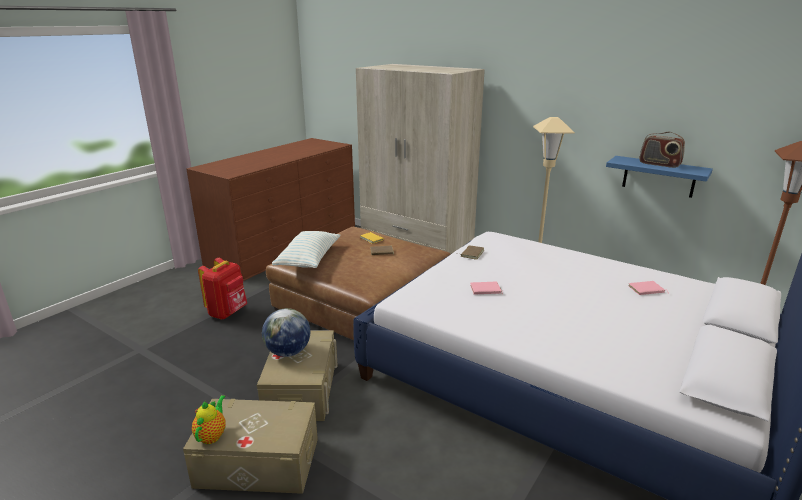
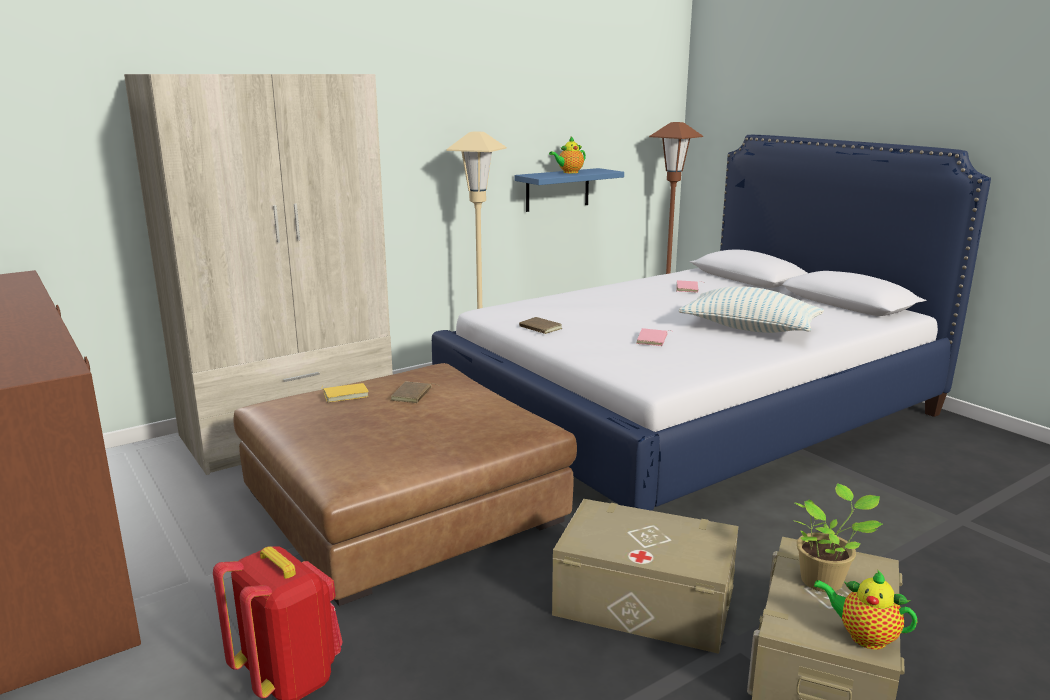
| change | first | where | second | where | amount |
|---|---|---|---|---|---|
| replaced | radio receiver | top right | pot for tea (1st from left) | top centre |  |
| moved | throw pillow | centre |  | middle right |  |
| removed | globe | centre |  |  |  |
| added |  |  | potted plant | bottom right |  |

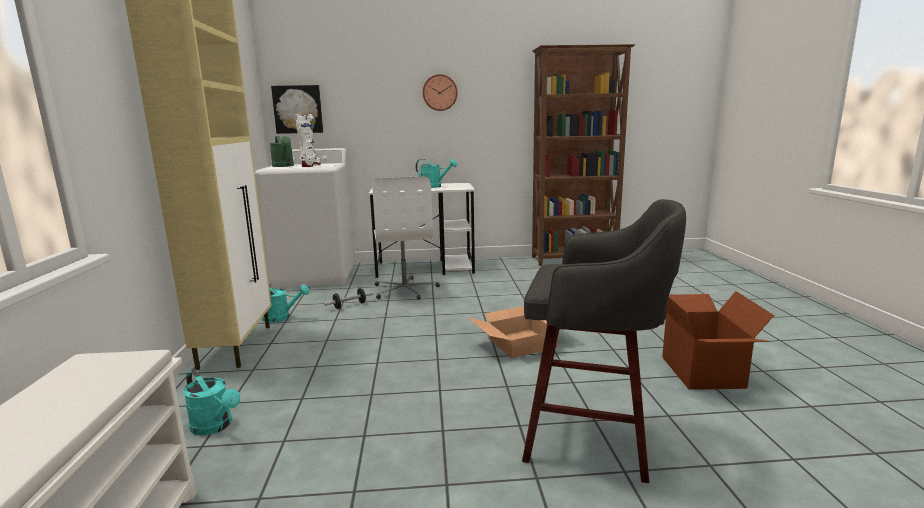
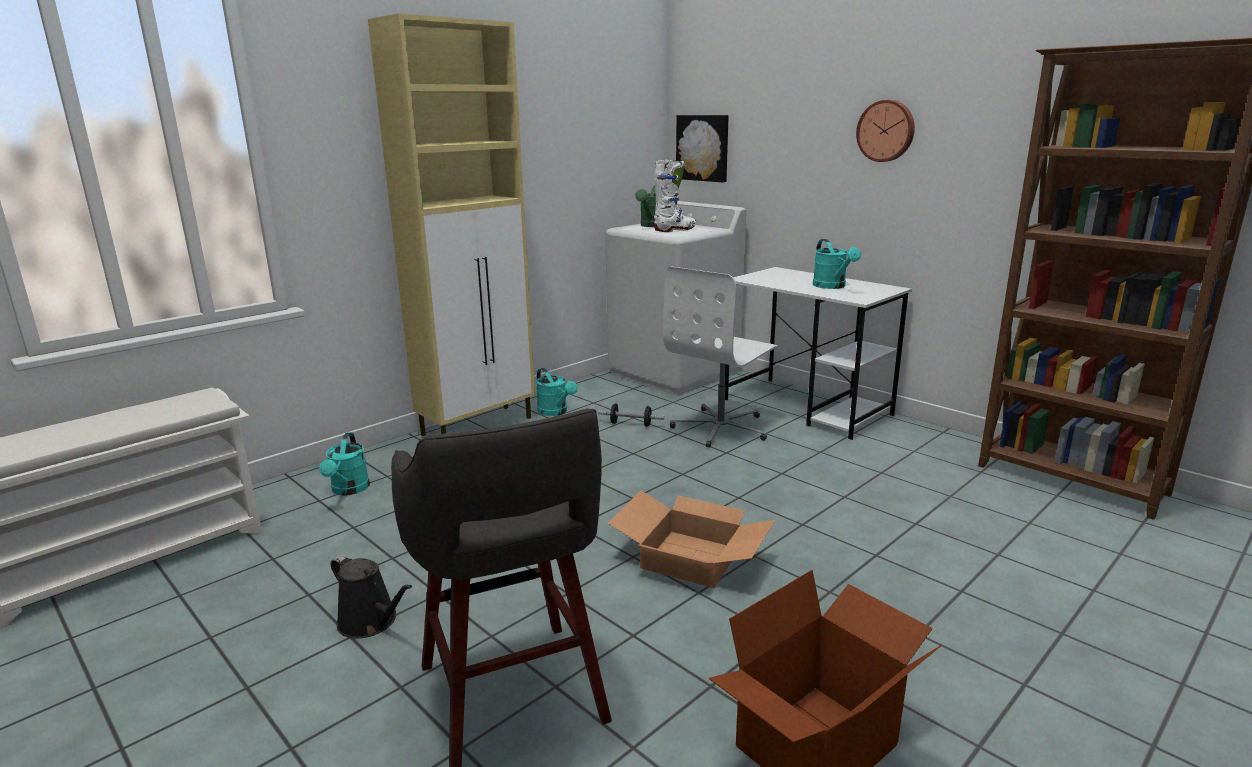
| change | first | where | second | where | amount |
|---|---|---|---|---|---|
| added |  |  | black-coloured watering pot | bottom left |  |

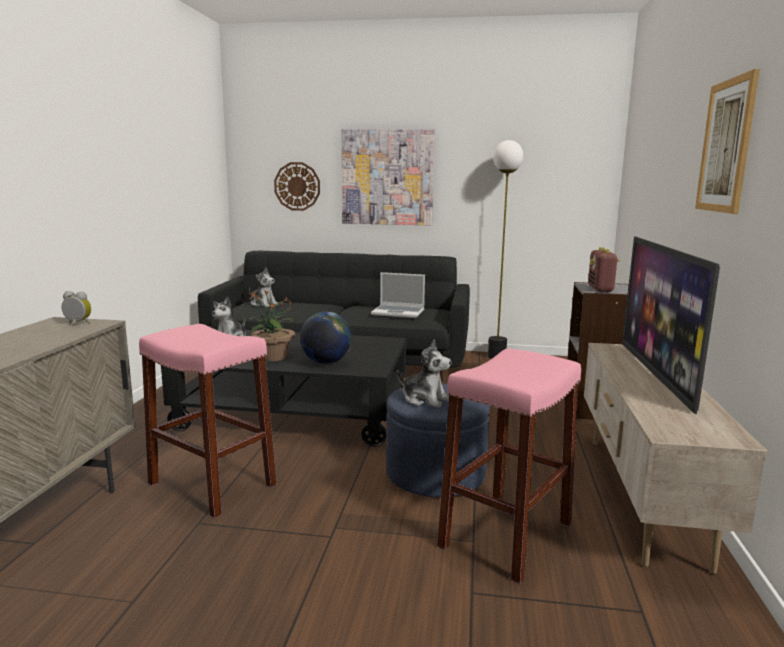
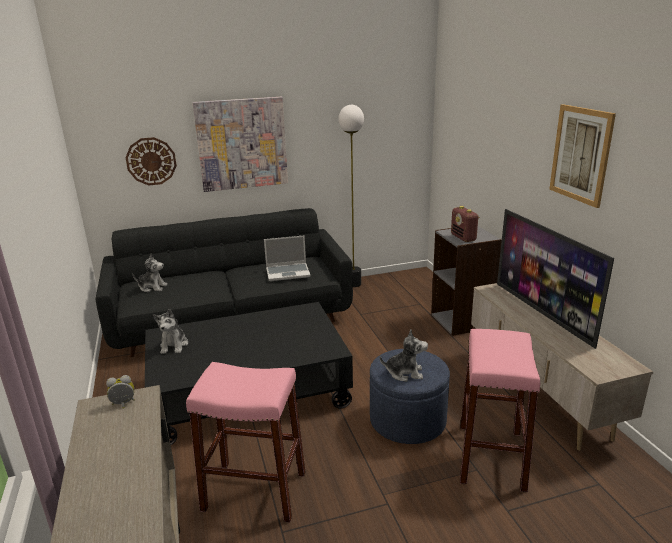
| change | first | where | second | where | amount |
|---|---|---|---|---|---|
| removed | potted plant | centre |  |  |  |
| removed | globe | centre |  |  |  |

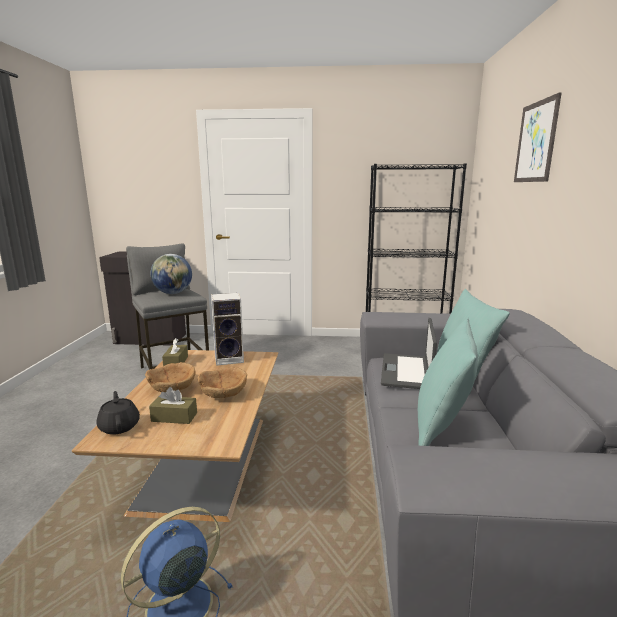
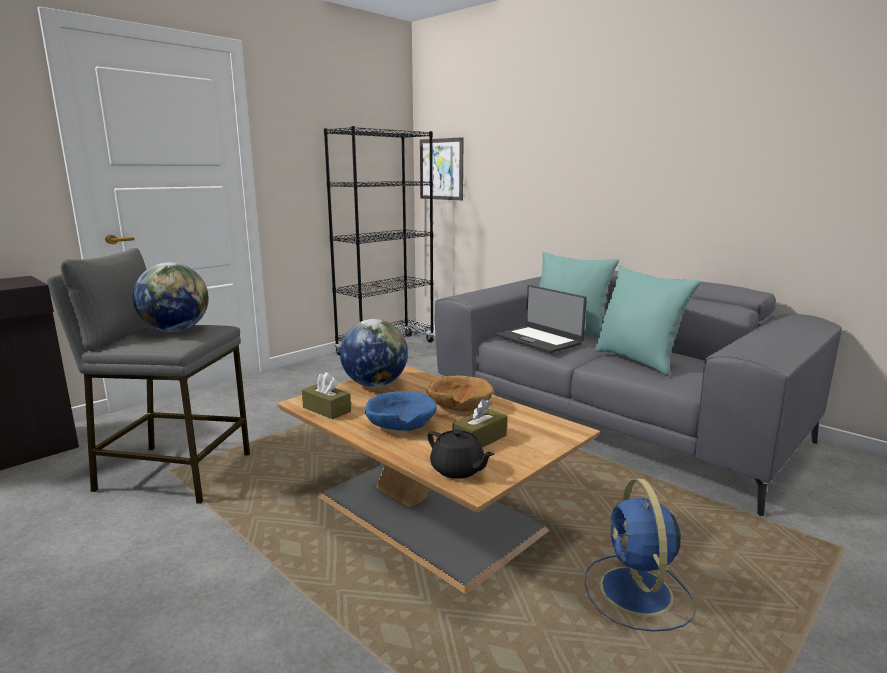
| change | first | where | second | where | amount |
|---|---|---|---|---|---|
| moved | wall picture | top right |  | top centre |  |
| replaced | loudspeaker | centre | globe (2nd from left) | centre |  |
| recoloured | brown-coloured serving bowl (1st from left) | middle left | bluish serving bowl | centre |  |
| turned | black-coloured pot for tea | bottom left |  | bottom centre | 150 degrees counterclockwise |

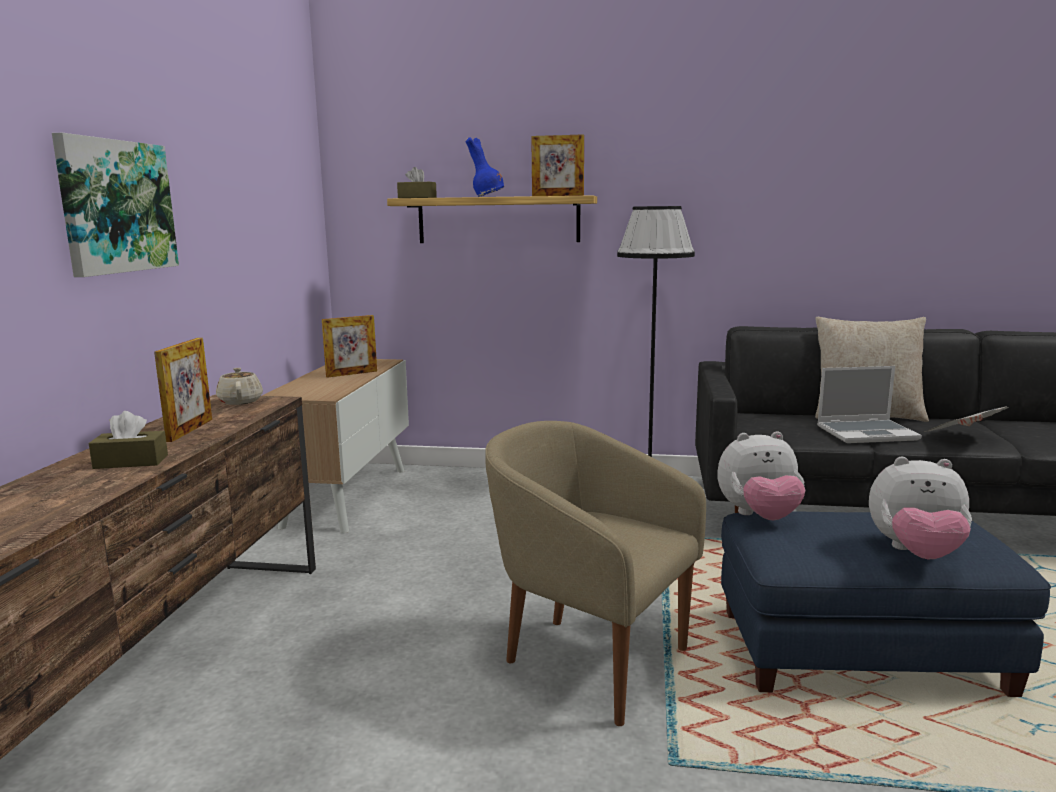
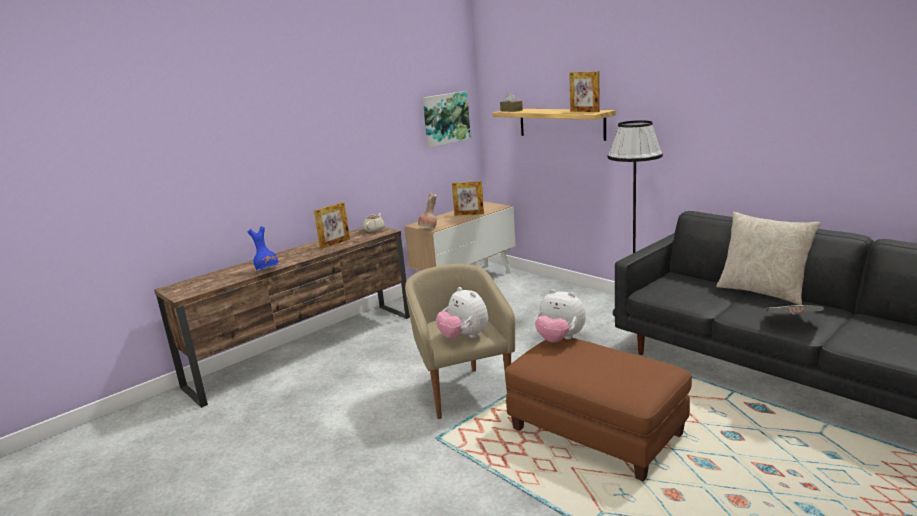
| change | first | where | second | where | amount |
|---|---|---|---|---|---|
| moved | wall picture | top left |  | top centre |  |
| moved | bluish flower vase | top centre |  | middle left |  |
| removed | laptop | middle right |  |  |  |
| removed | brown-coloured box of tissues (1st from left) | middle left |  |  |  |
| moved | cuddly toy (2nd from left in the first image) | middle right | cuddly toy (1st from left) | centre |  |
| recoloured | bluish ottoman | bottom right | brown-coloured ottoman | bottom centre |  |
| added |  |  | brown-coloured flower vase | centre |  |

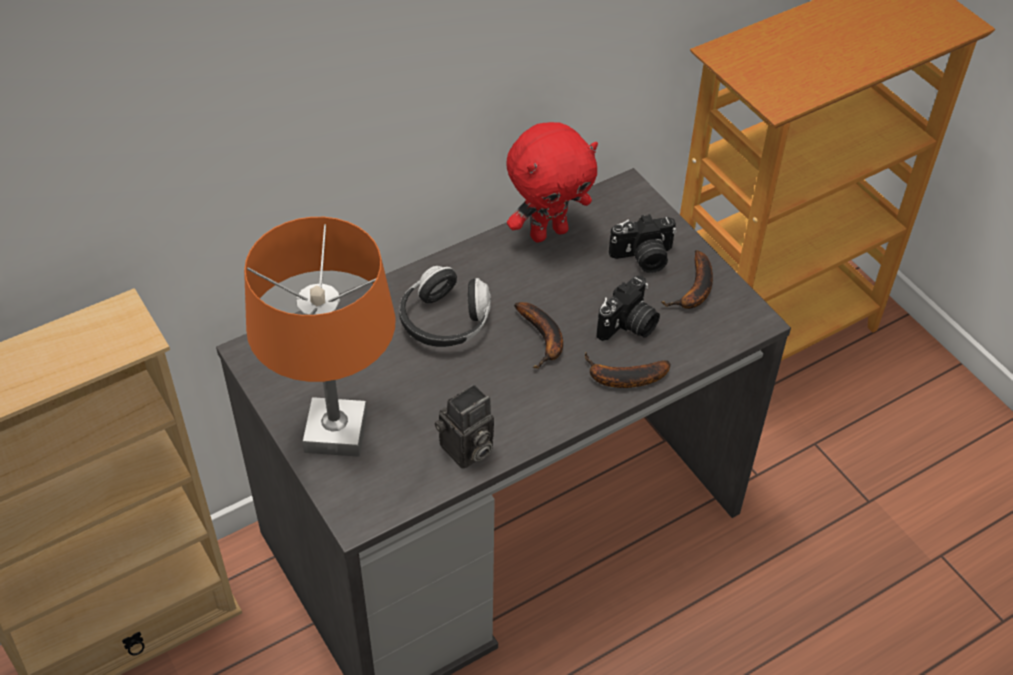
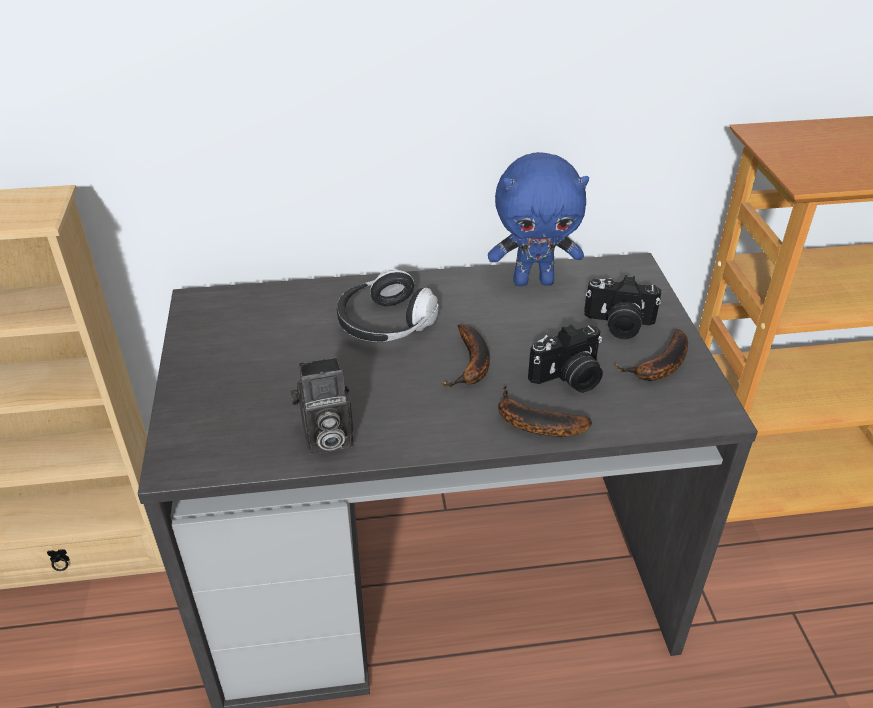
| change | first | where | second | where | amount |
|---|---|---|---|---|---|
| recoloured | red-coloured cuddly toy | top centre | bluish cuddly toy | top centre |  |
| removed | orange lamp for a table | middle left |  |  |  |

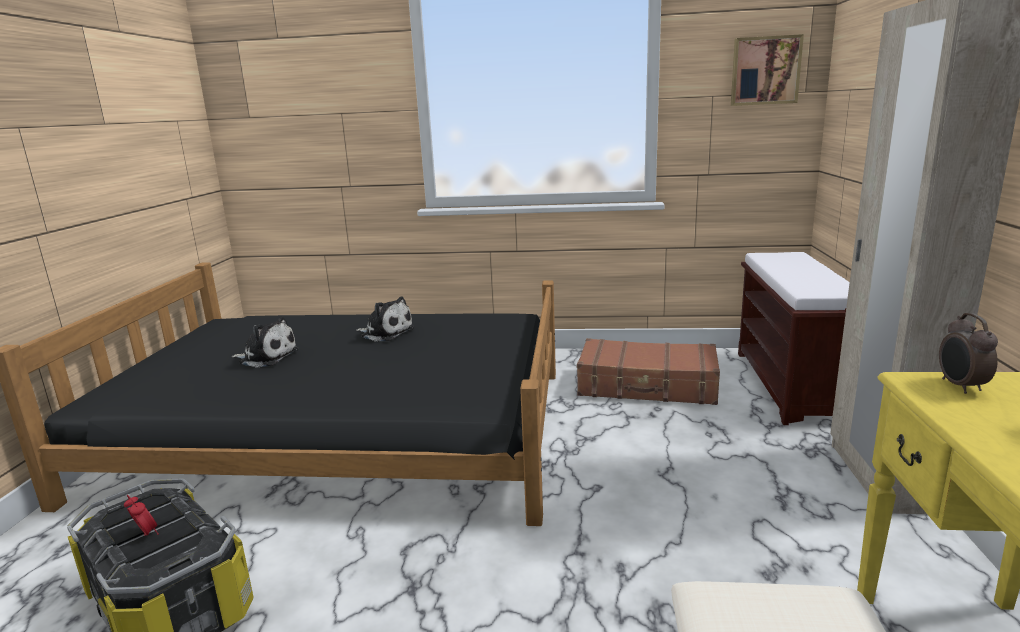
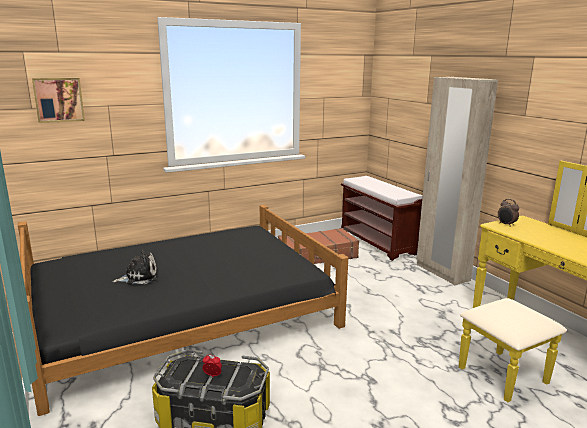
| change | first | where | second | where | amount |
|---|---|---|---|---|---|
| moved | wall picture | top right |  | top left |  |
| removed | cuddly toy (2nd from left) | centre |  |  |  |

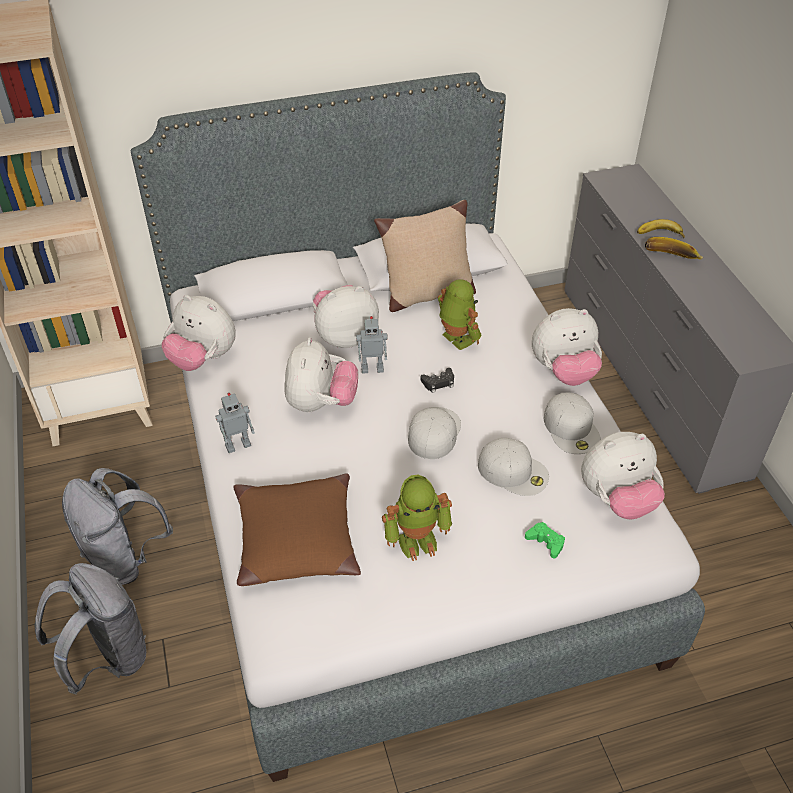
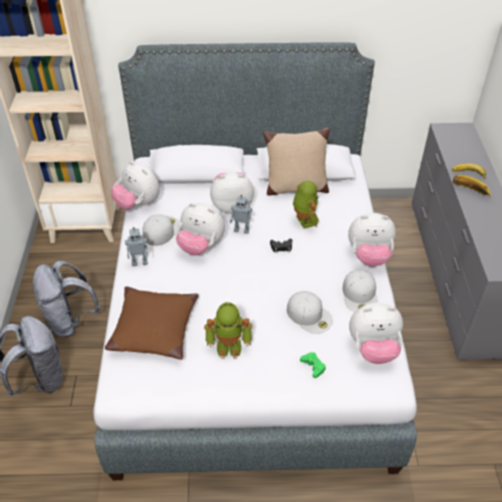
| change | first | where | second | where | amount |
|---|---|---|---|---|---|
| turned | cuddly toy (2nd from left) | centre |  | centre | 90 degrees clockwise |
| moved | white-coloured cap (1st from left) | centre |  | middle left |  |

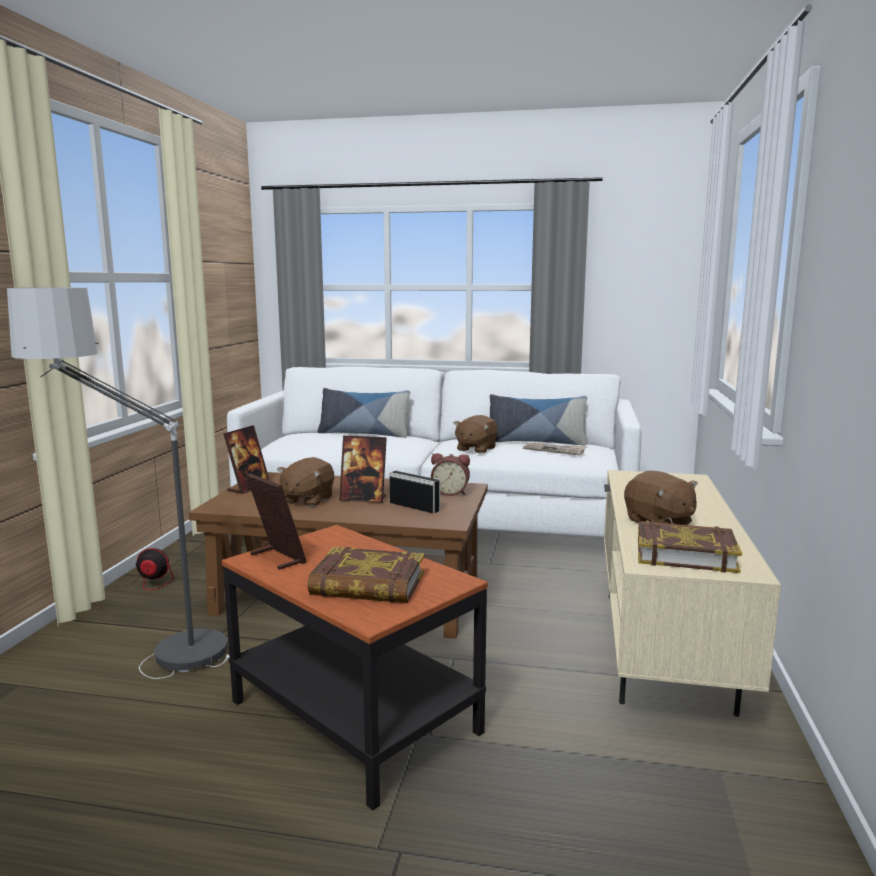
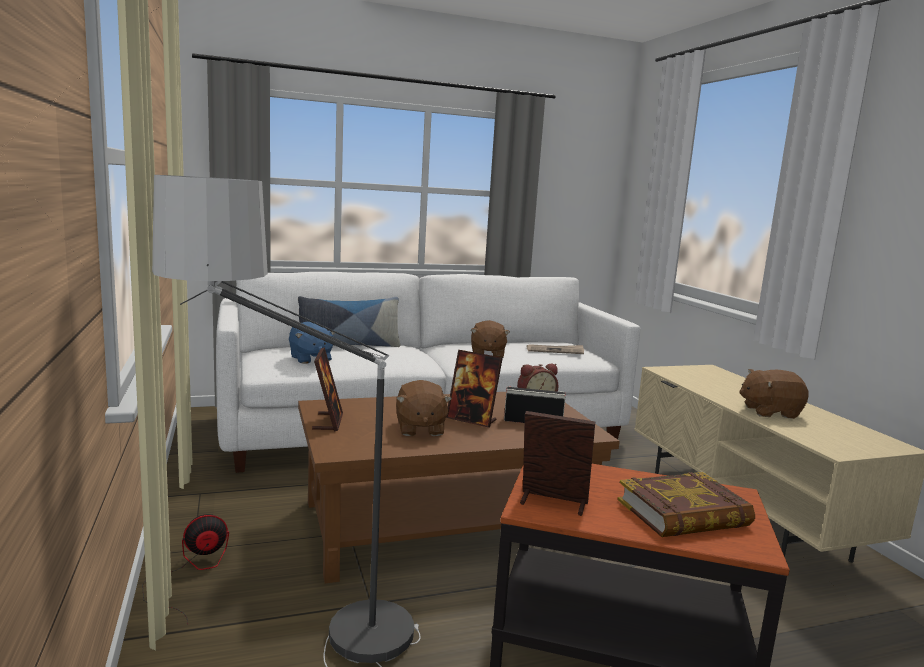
| change | first | where | second | where | amount |
|---|---|---|---|---|---|
| removed | throw pillow (2nd from left) | centre |  |  |  |
| turned | picture frame (3rd from left in the first image) | centre | picture frame (2nd from left) | centre | 45 degrees clockwise |
| turned | brown-coloured cuddly toy (3rd from left) | middle right |  | middle right | 150 degrees clockwise |
| removed | book (2nd from left) | middle right |  |  |  |
| added |  |  | bluish cuddly toy | centre |  |

